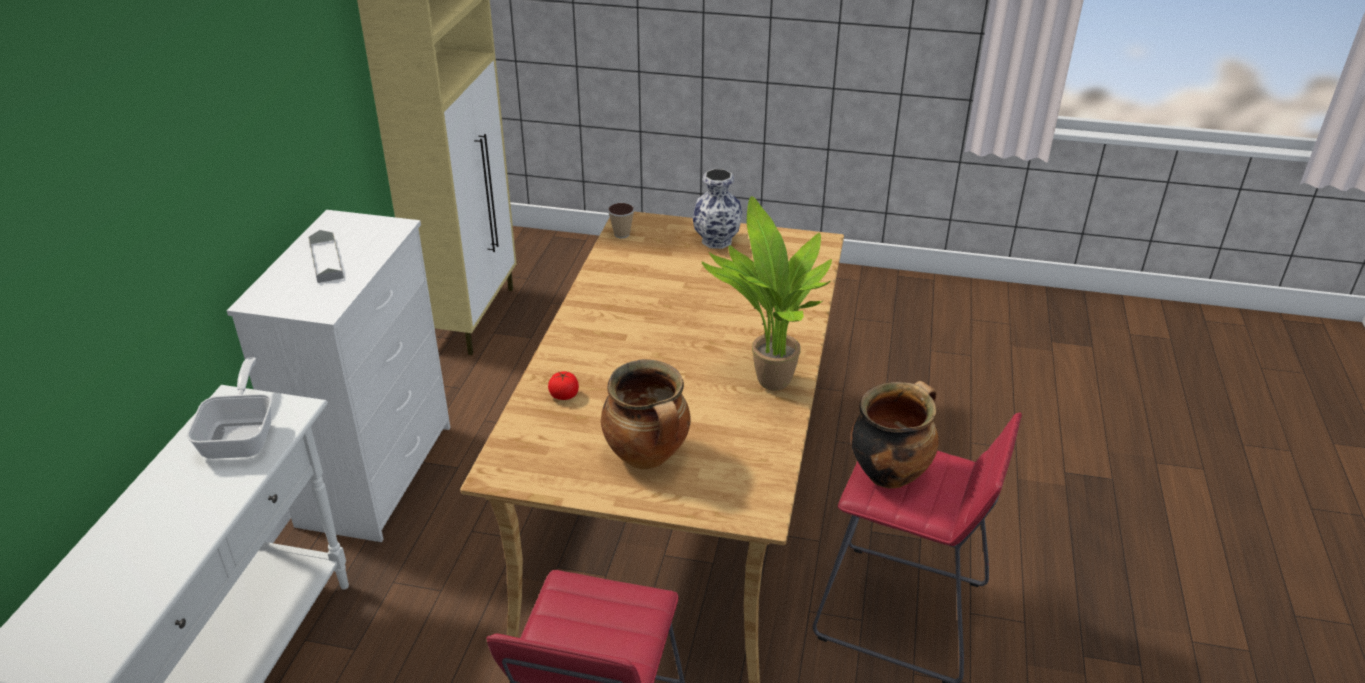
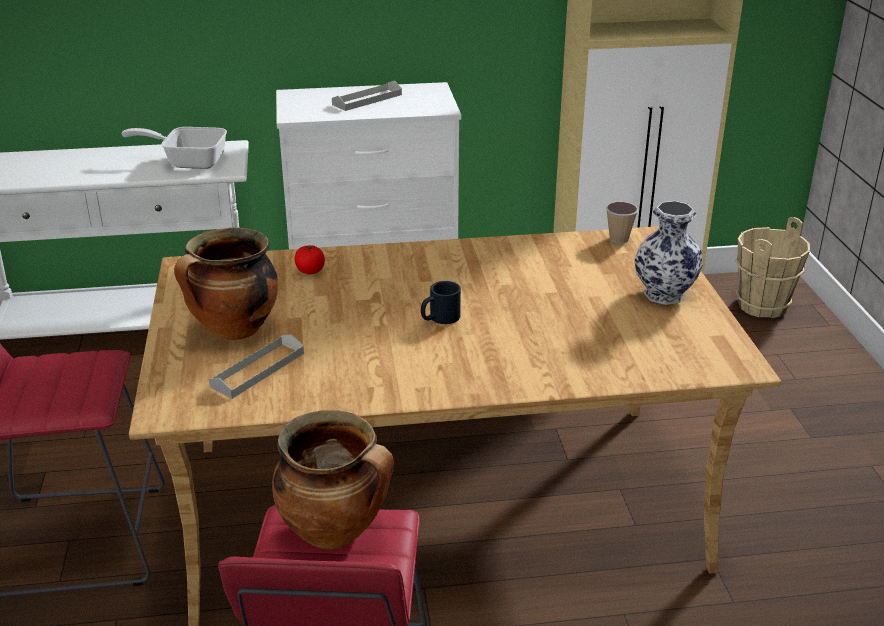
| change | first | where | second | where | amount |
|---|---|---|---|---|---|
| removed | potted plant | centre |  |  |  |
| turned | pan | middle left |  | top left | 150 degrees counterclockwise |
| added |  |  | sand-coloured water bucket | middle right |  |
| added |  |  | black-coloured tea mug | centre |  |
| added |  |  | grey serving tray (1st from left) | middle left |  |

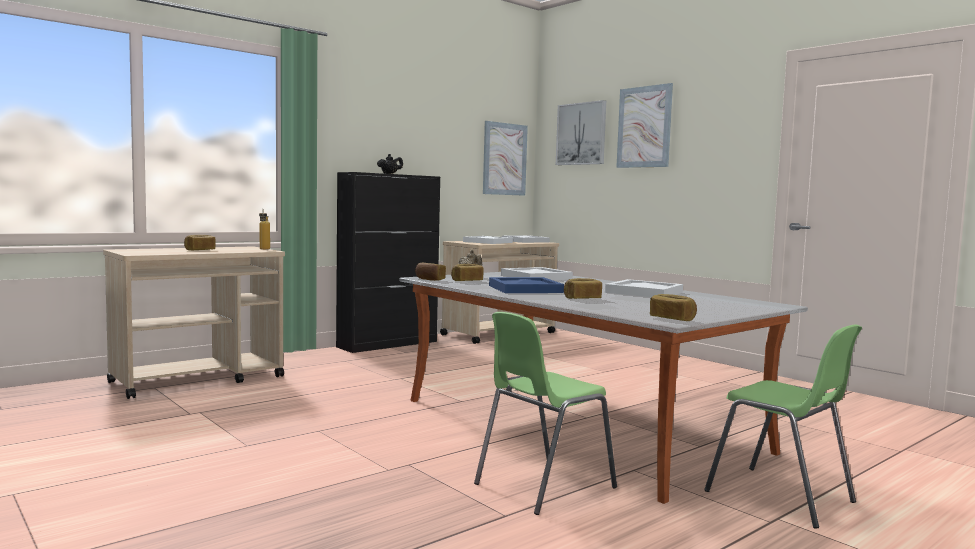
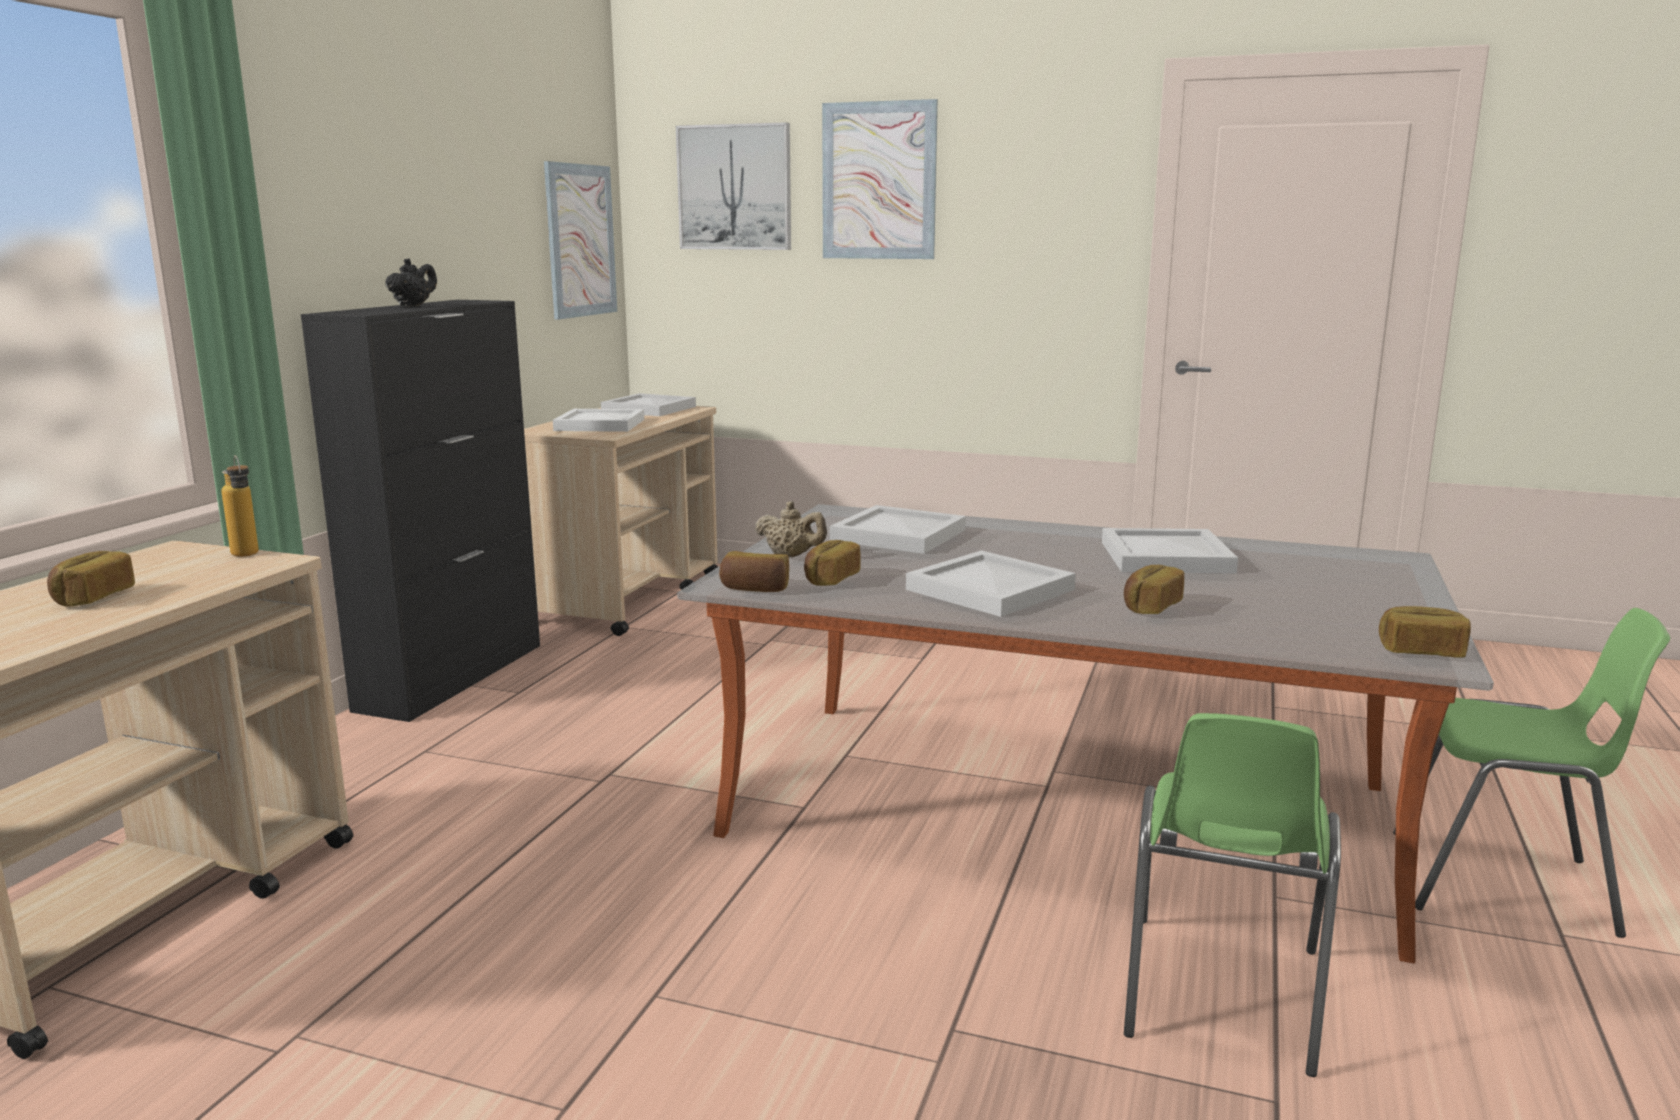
| change | first | where | second | where | amount |
|---|---|---|---|---|---|
| recoloured | bluish serving tray | centre | white-coloured serving tray (4th from left) | centre |  |

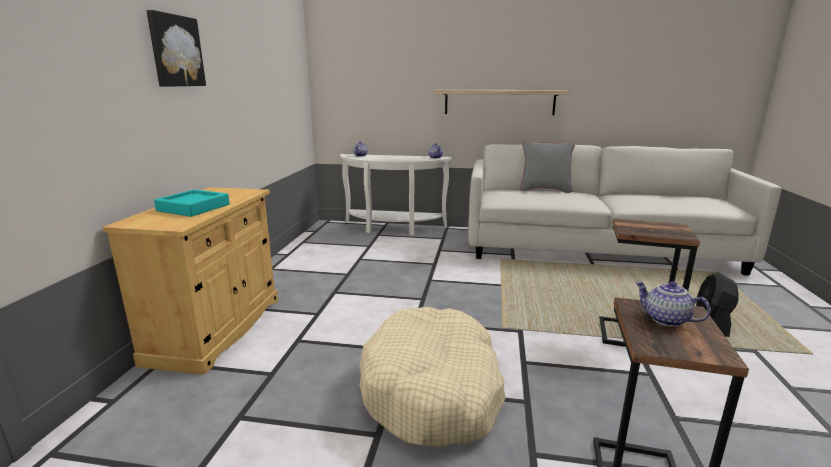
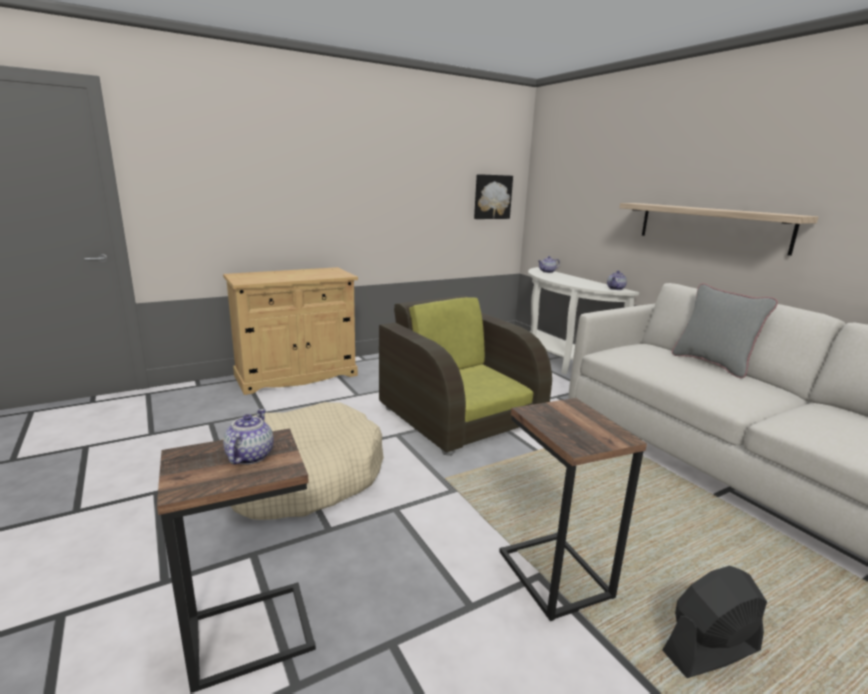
| change | first | where | second | where | amount |
|---|---|---|---|---|---|
| moved | wall picture | top left |  | top centre |  |
| removed | turquoise-coloured serving tray | middle left |  |  |  |
| added |  |  | brown-coloured easy chair | centre |  |

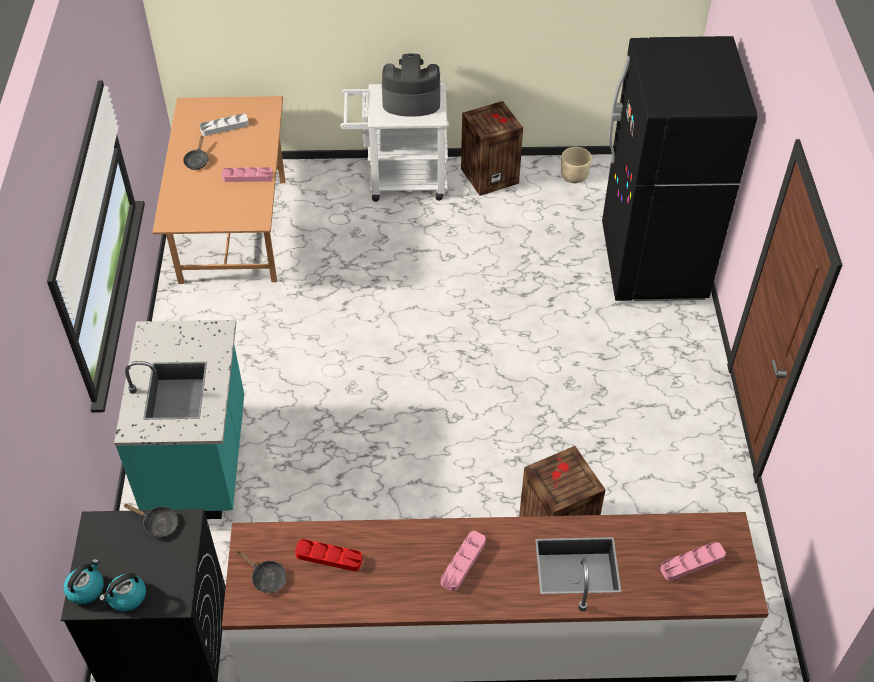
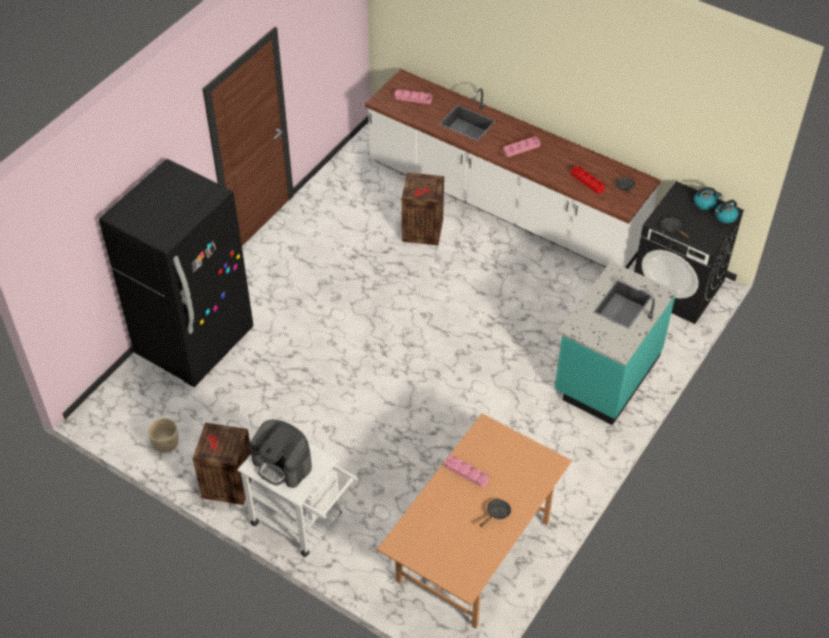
| change | first | where | second | where | amount |
|---|---|---|---|---|---|
| removed | grey serving tray | top left |  |  |  |

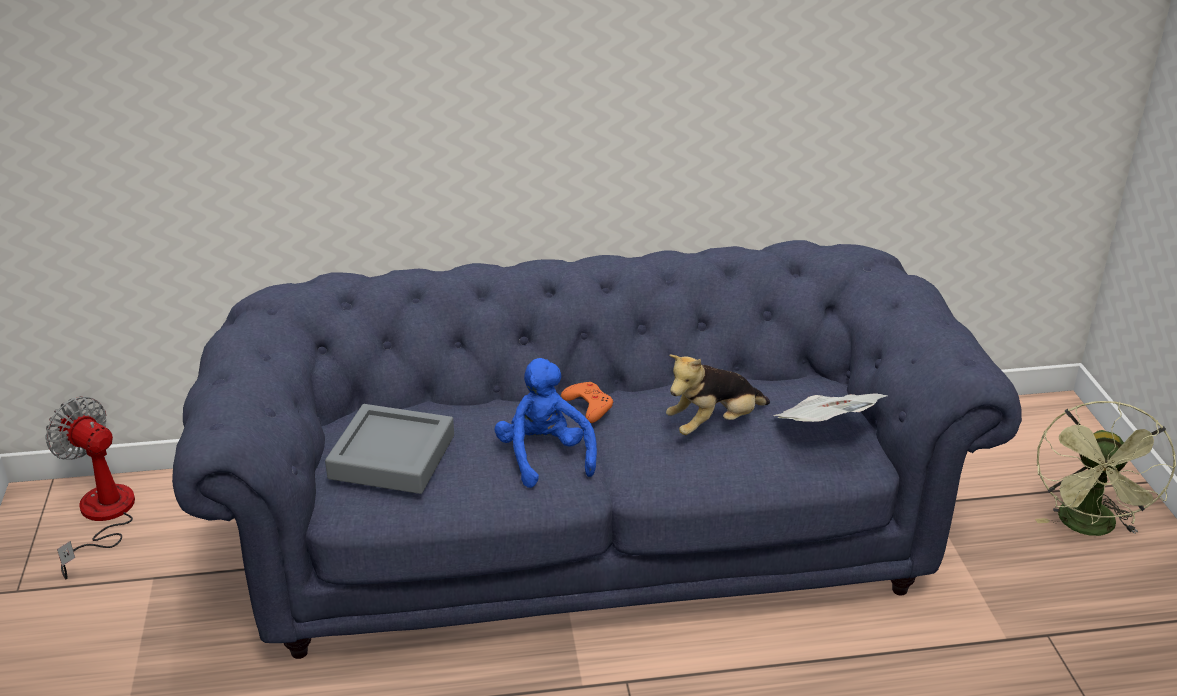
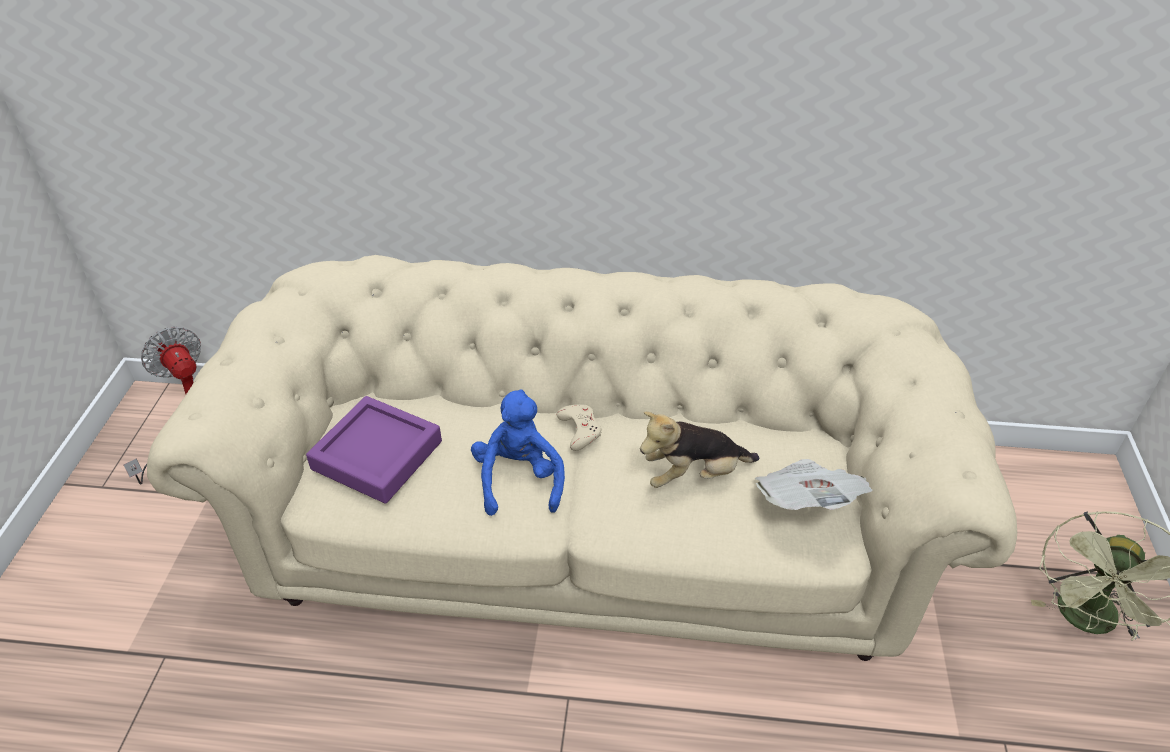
| change | first | where | second | where | amount |
|---|---|---|---|---|---|
| recoloured | bluish couch | centre | sand-coloured couch | centre |  |
| recoloured | orange game controller | centre | sand-coloured game controller | centre |  |
| recoloured | grey serving tray | middle left | purple-coloured serving tray | middle left |  |

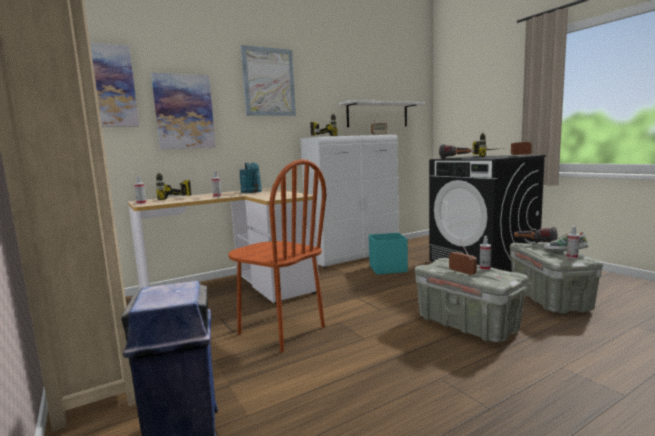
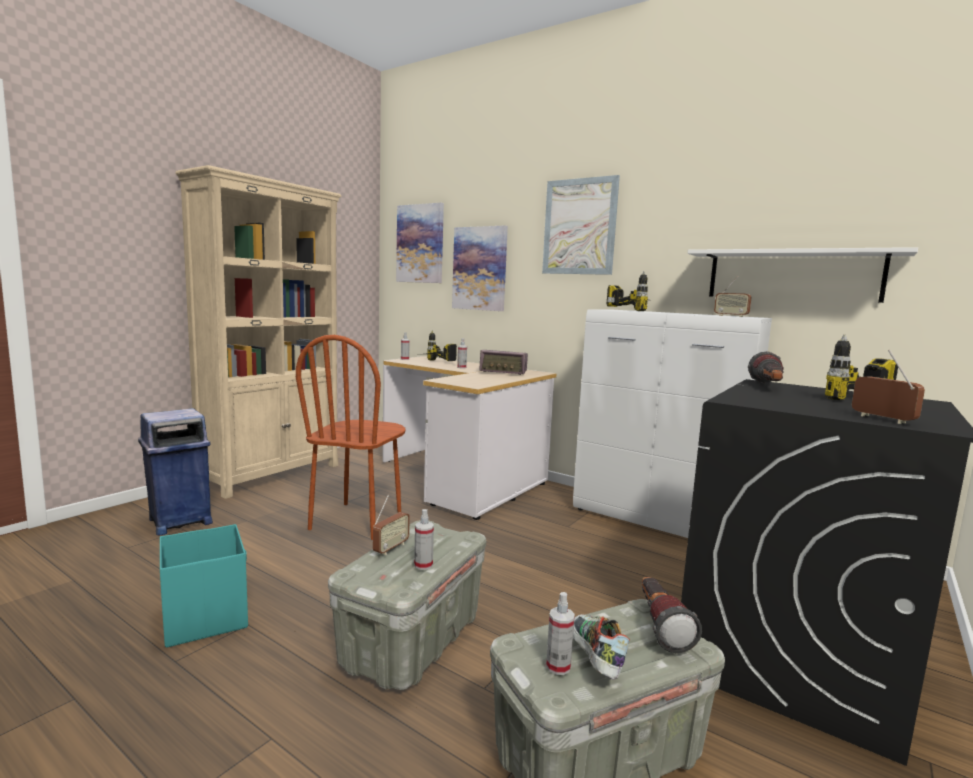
| change | first | where | second | where | amount |
|---|---|---|---|---|---|
| replaced | turquoise-coloured watering pot | centre | radio receiver (2nd from left) | centre |  |
| moved | turquoise-coloured storage box | centre |  | bottom left |  |

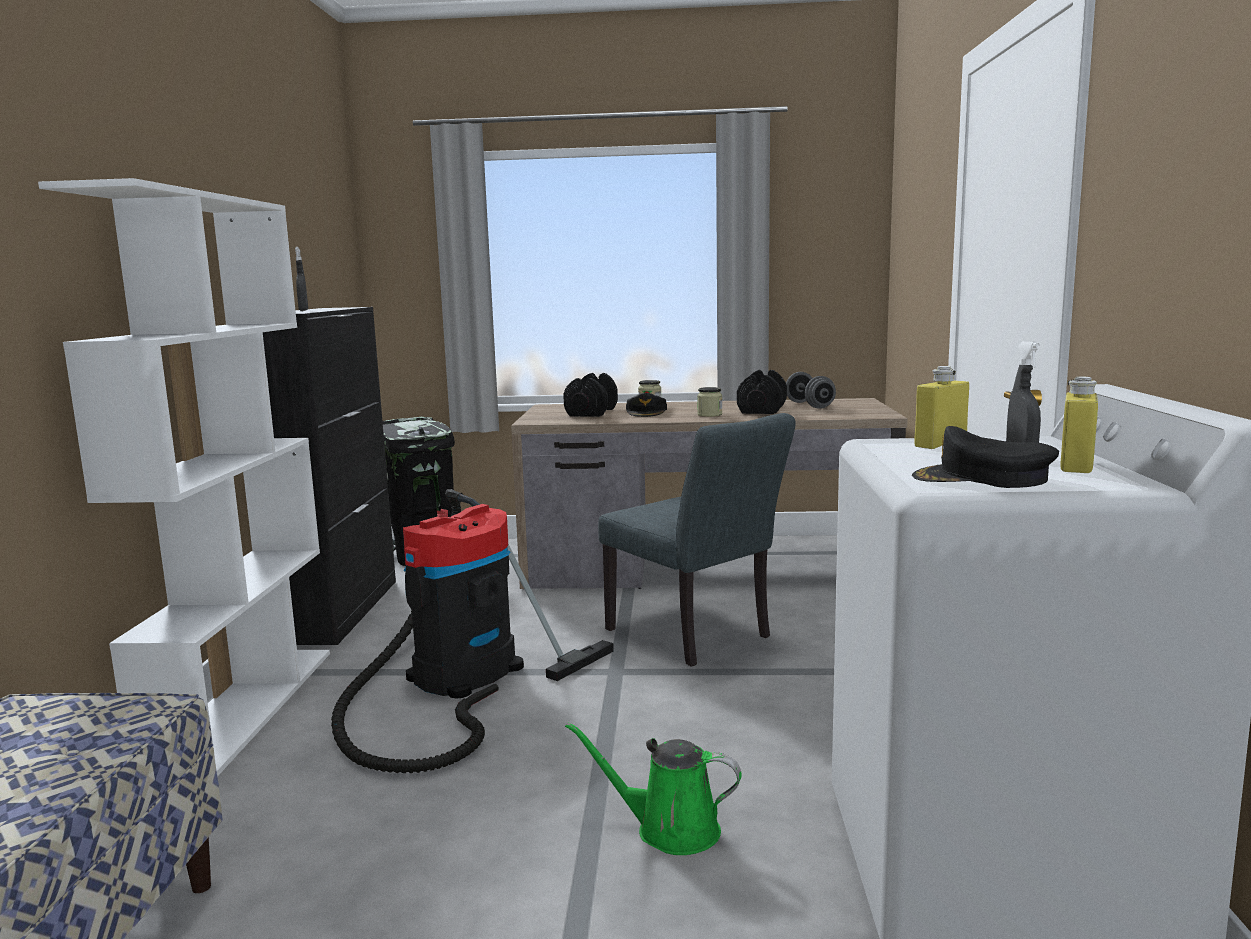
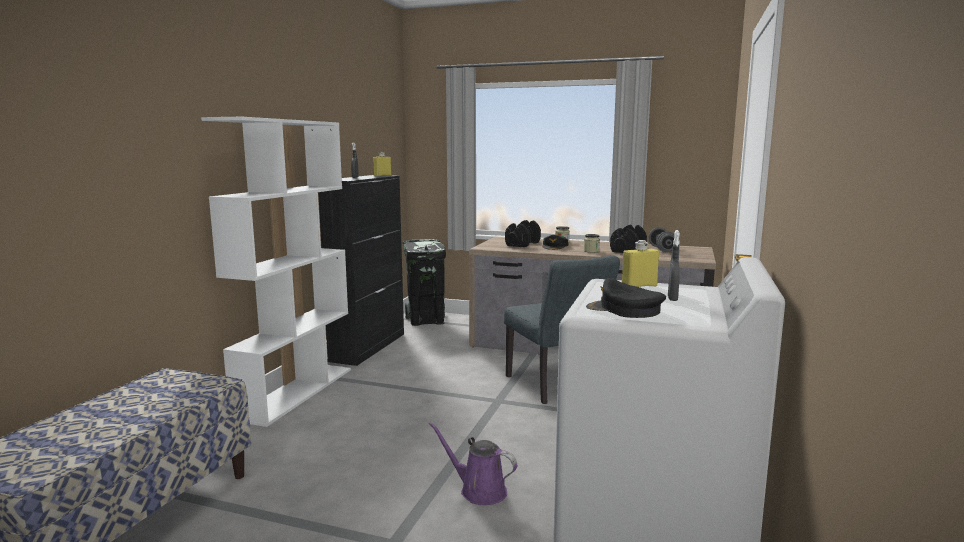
| change | first | where | second | where | amount |
|---|---|---|---|---|---|
| moved | yellow beverage bottle (2nd from left in the first image) | middle right | yellow beverage bottle (1st from left) | top centre |  |
| removed | vacuum | bottom centre |  |  |  |
| recoloured | green watering pot | bottom centre | purple-coloured watering pot | bottom centre |  |

